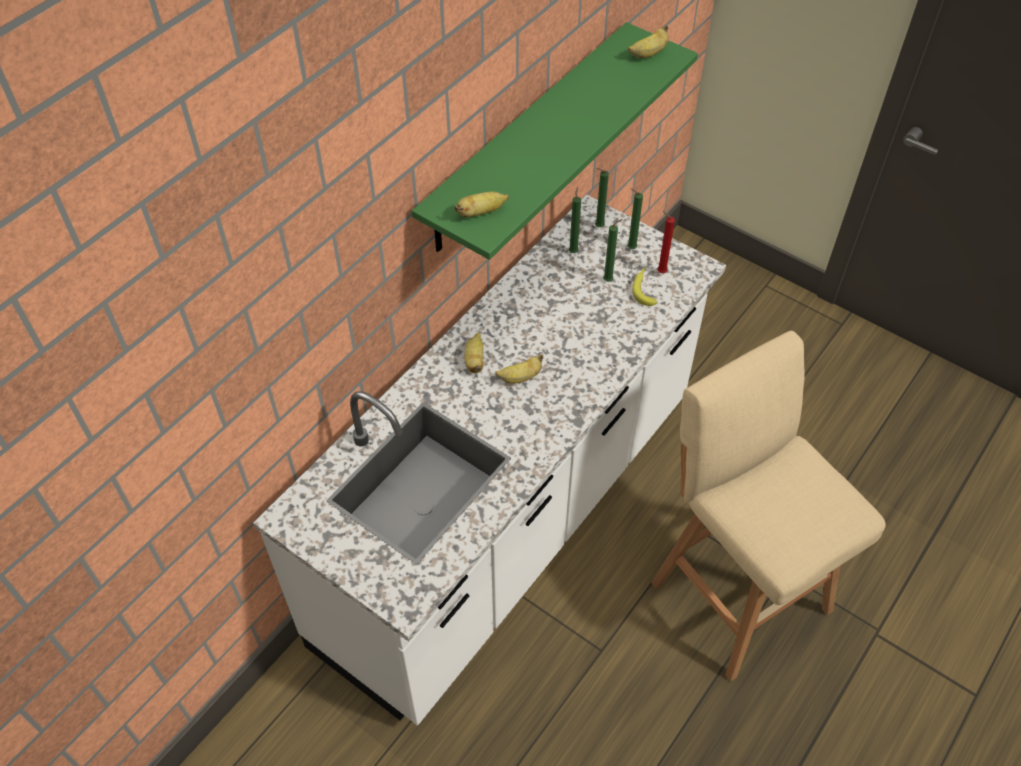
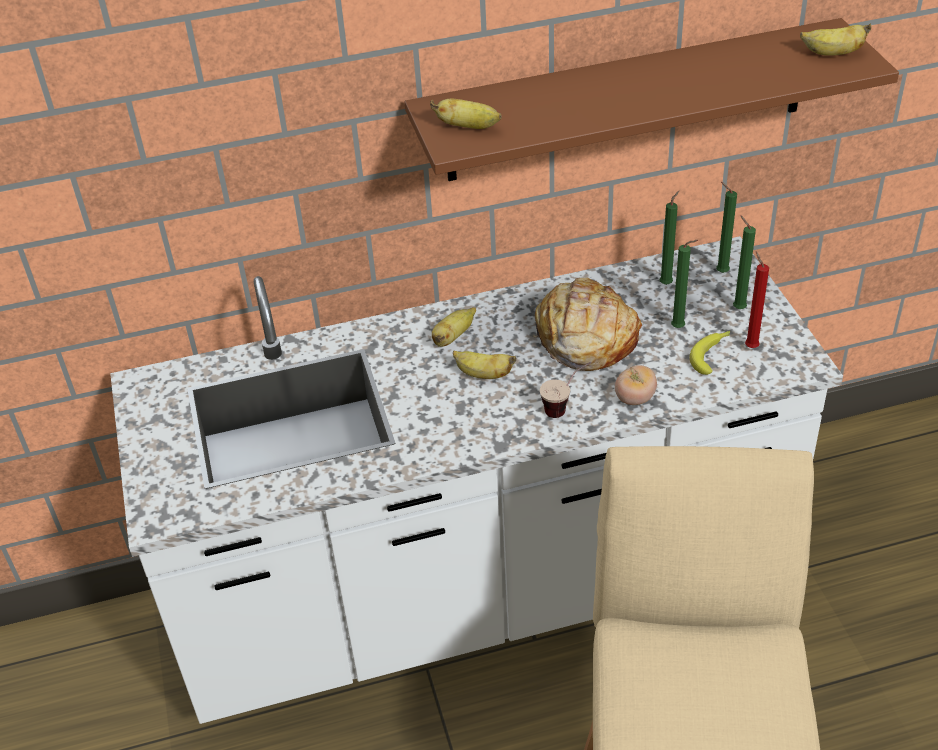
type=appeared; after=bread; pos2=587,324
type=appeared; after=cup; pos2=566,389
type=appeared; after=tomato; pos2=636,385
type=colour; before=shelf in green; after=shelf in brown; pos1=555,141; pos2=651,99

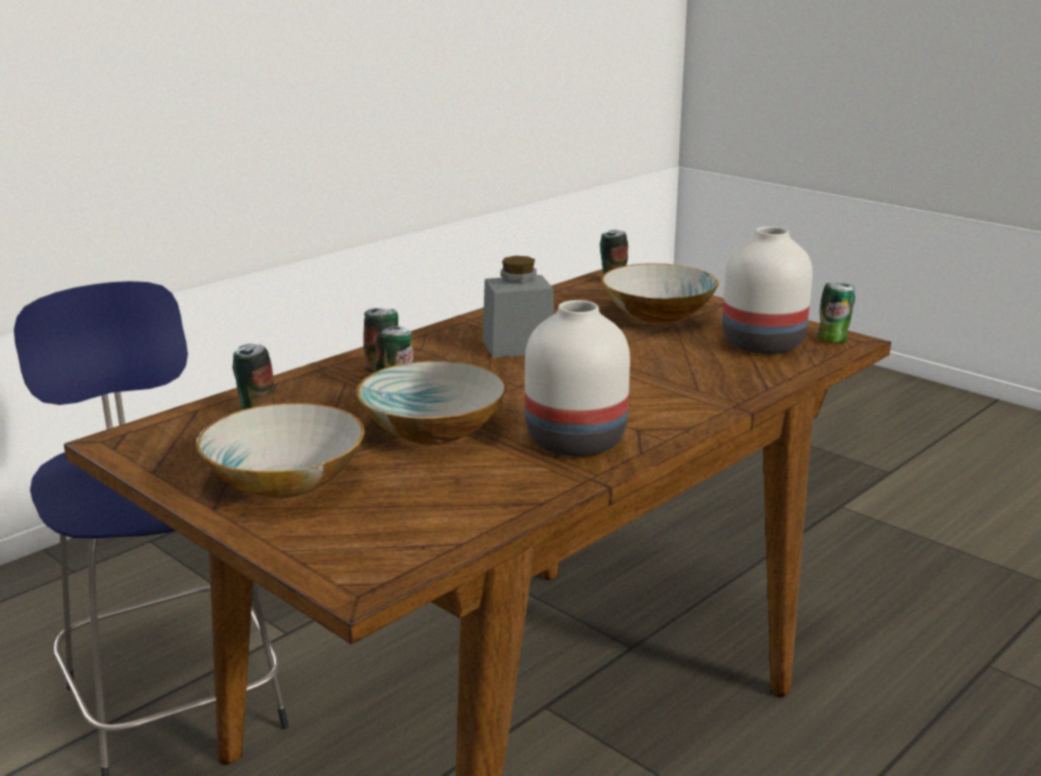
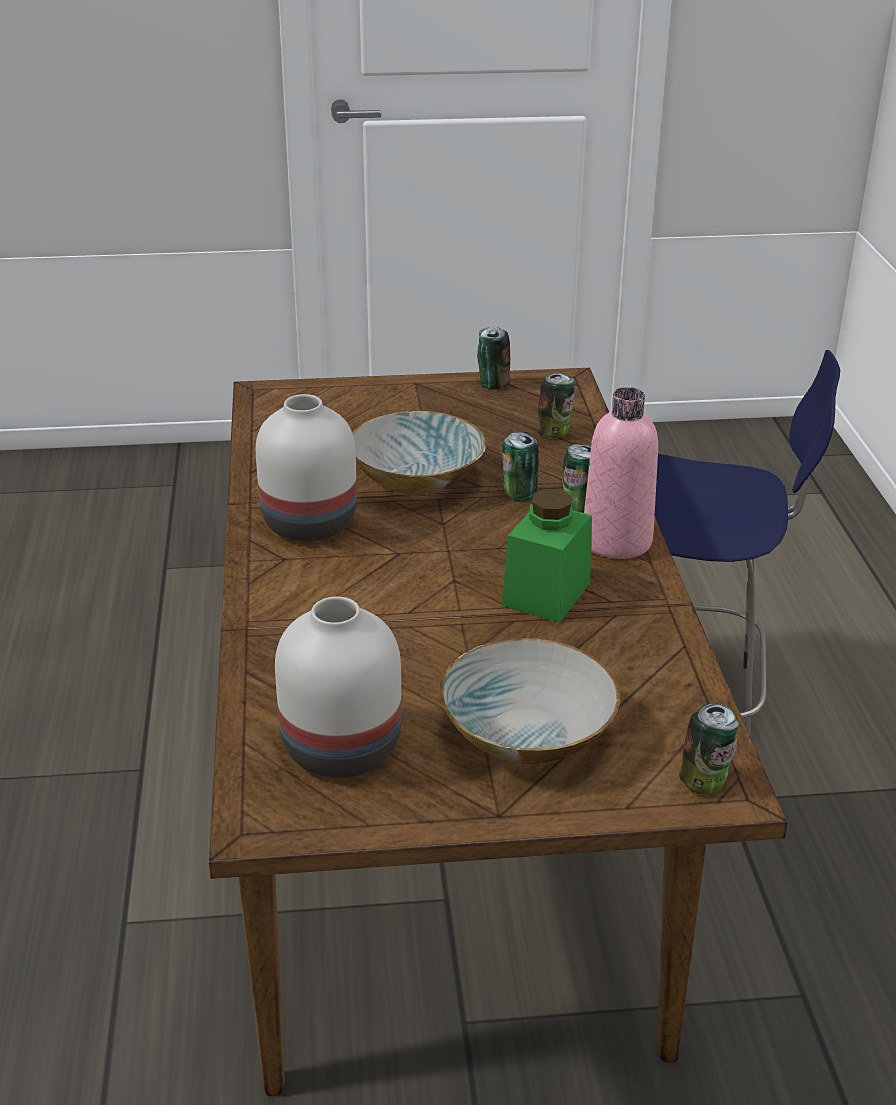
type=missing; before=bowl; pos1=280,450
type=appeared; after=bottle in pink; pos2=621,473
type=relocated; before=can; pos1=836,313; pos2=494,358
type=colour; before=jar in grey; after=jar in green; pos1=518,307; pos2=547,556

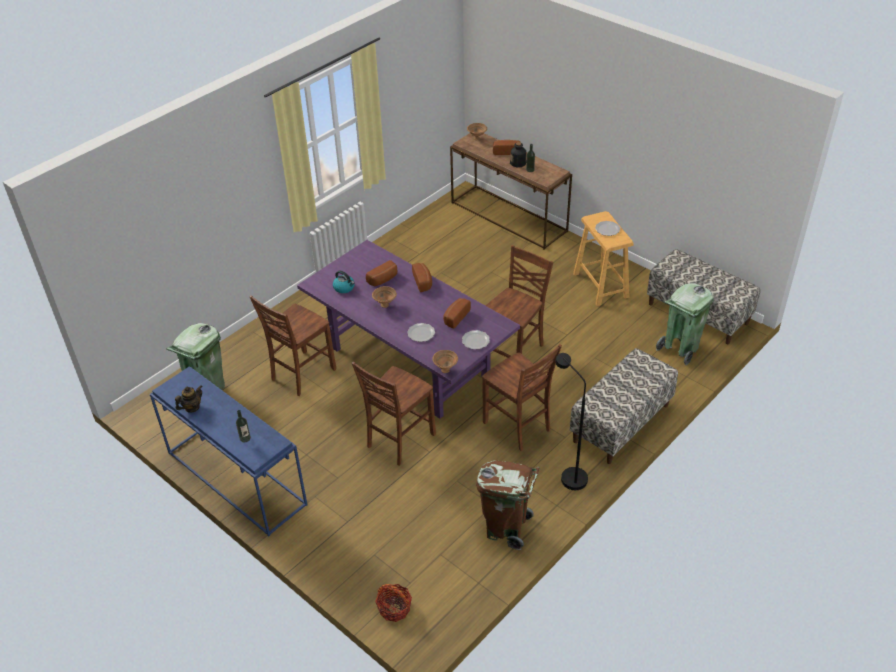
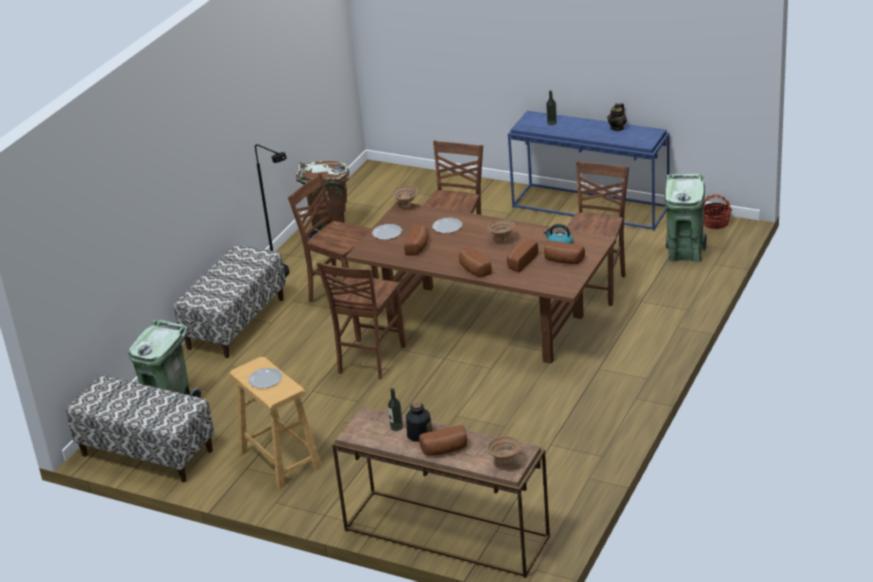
type=appeared; after=bread; pos2=564,252
type=relocated; before=basket; pos1=393,603; pos2=718,211
type=colour; before=dining table in purple; after=dining table in brown; pos1=408,329; pos2=481,282

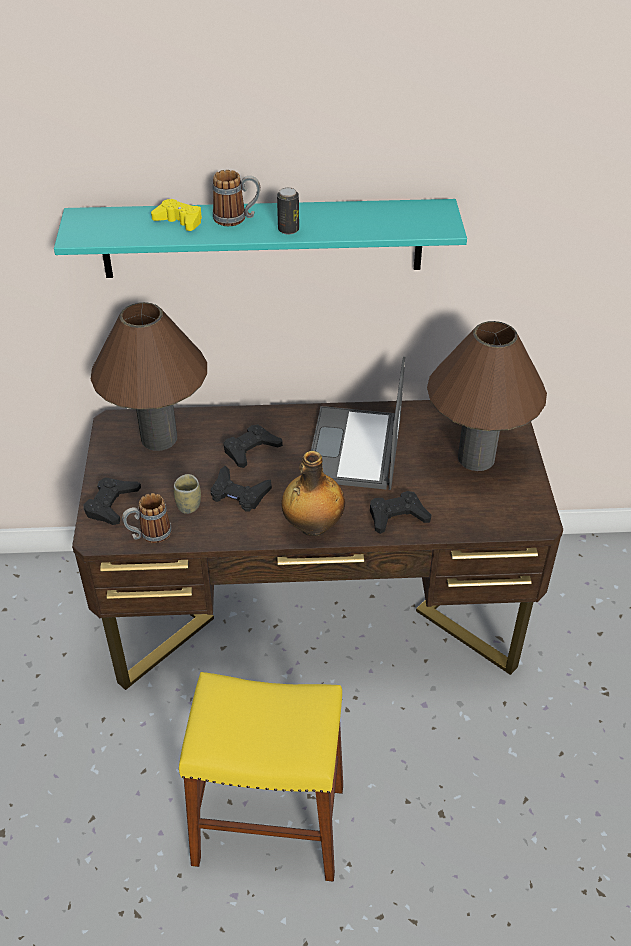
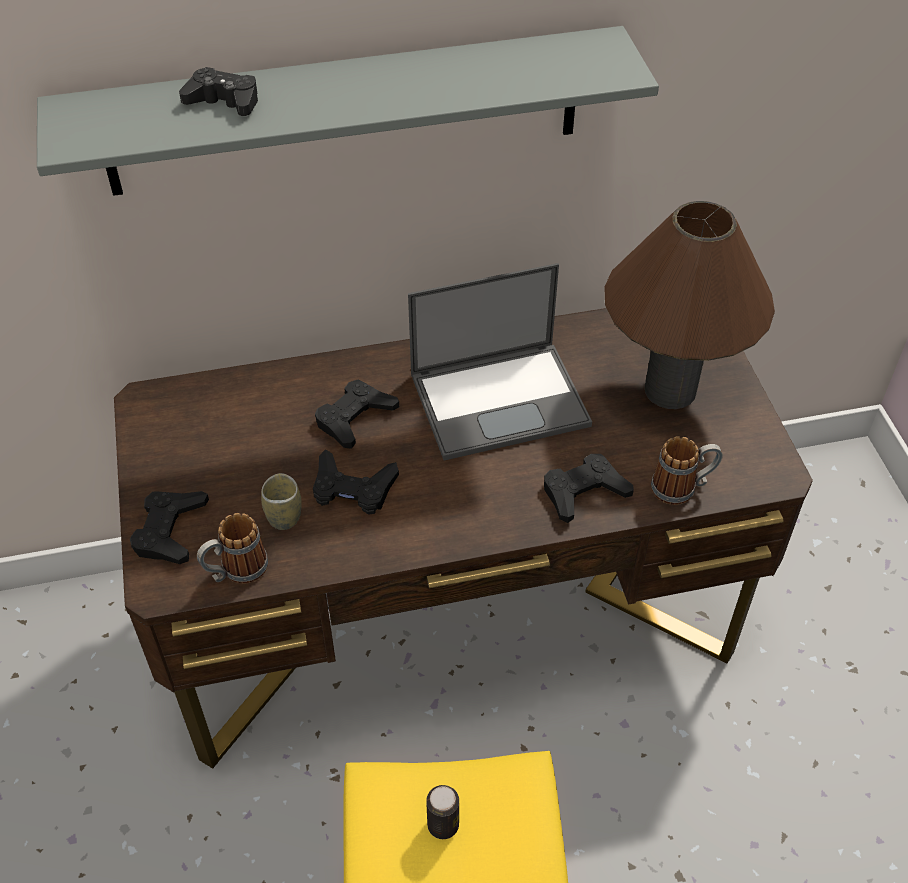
type=missing; before=table lamp in brown; pos1=149,376
type=missing; before=bottle; pos1=313,493
type=relocated; before=mug; pos1=236,198; pos2=687,470
type=relocated; before=can; pos1=288,211; pos2=442,812
type=colour; before=shelf in turquoise; after=shelf in grey; pos1=260,238; pos2=348,111
type=colour; before=game controller in yellow; after=game controller in black; pos1=176,215; pos2=218,91
type=spun; before=laptop; pos1=358,423; pos2=500,362; turn=-105

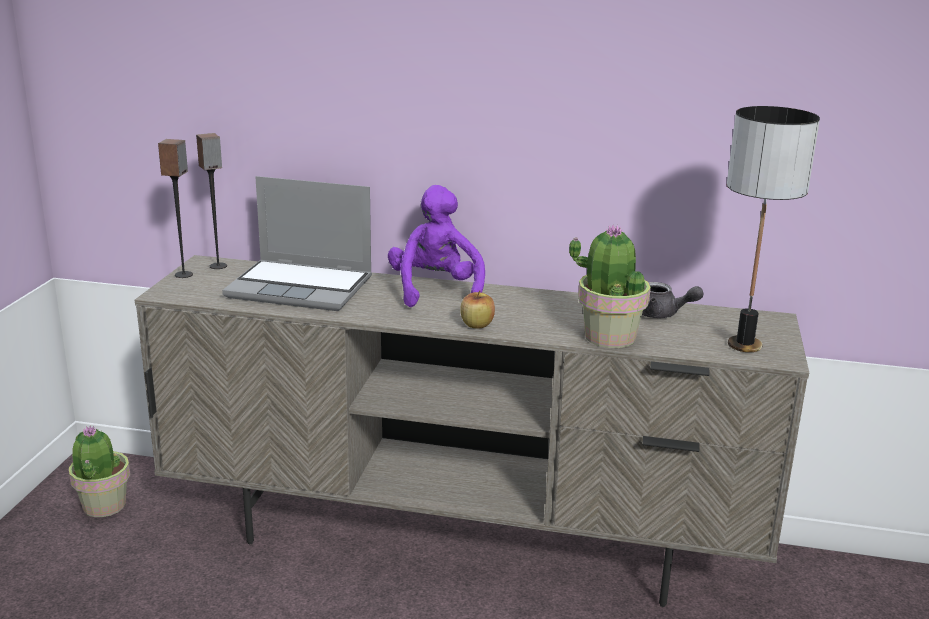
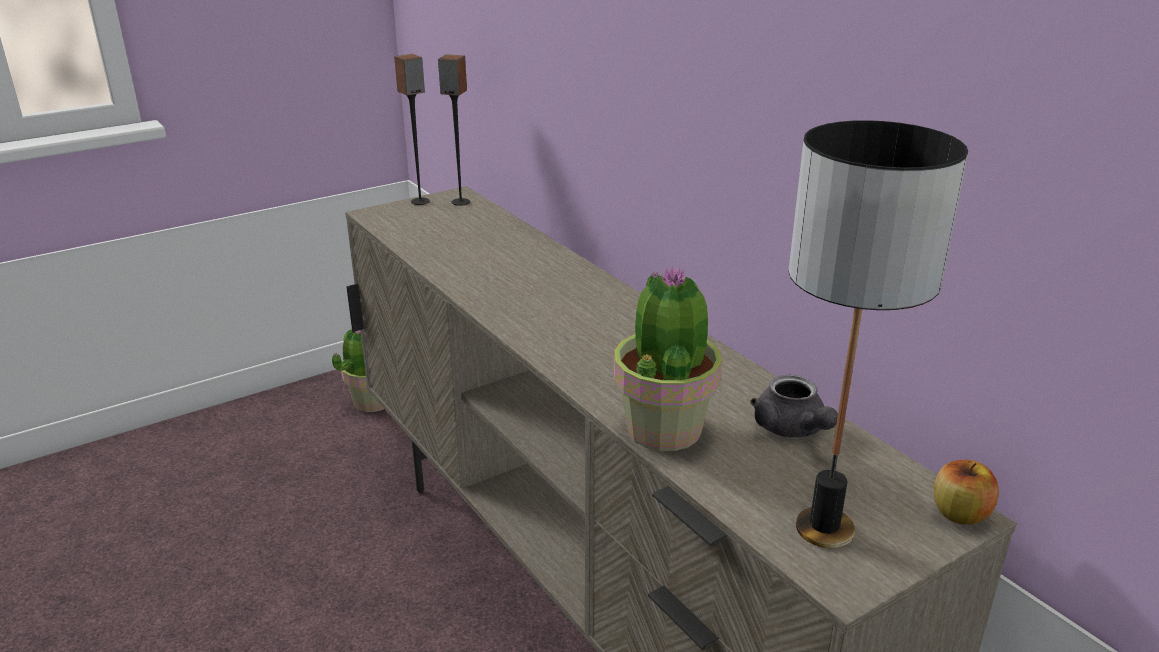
type=missing; before=laptop; pos1=297,243
type=missing; before=plush toy in purple; pos1=436,246
type=relocated; before=apple; pos1=477,310; pos2=966,492

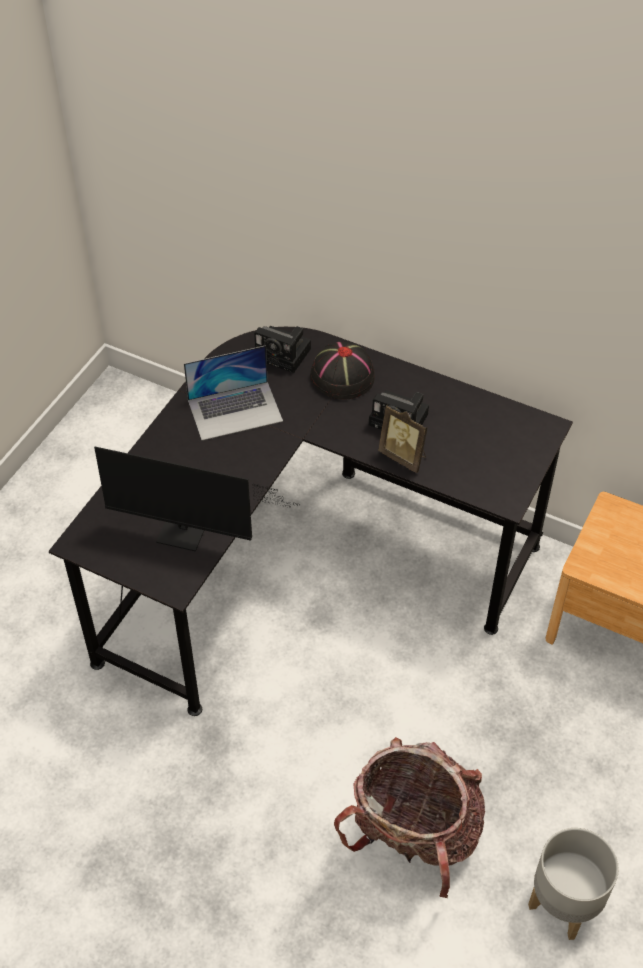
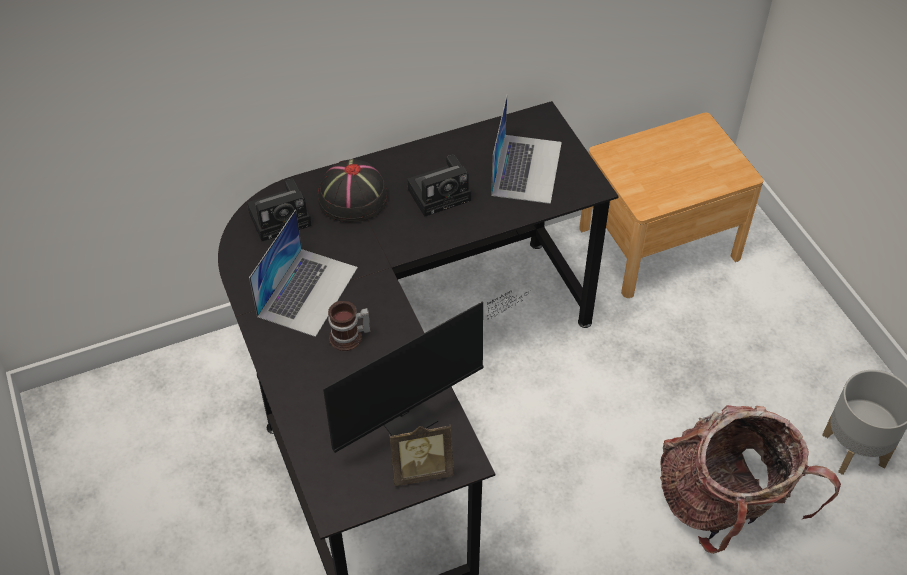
type=appeared; after=mug; pos2=349,326
type=appeared; after=laptop; pos2=526,149
type=relocated; before=picture frame; pos1=402,439; pos2=421,455

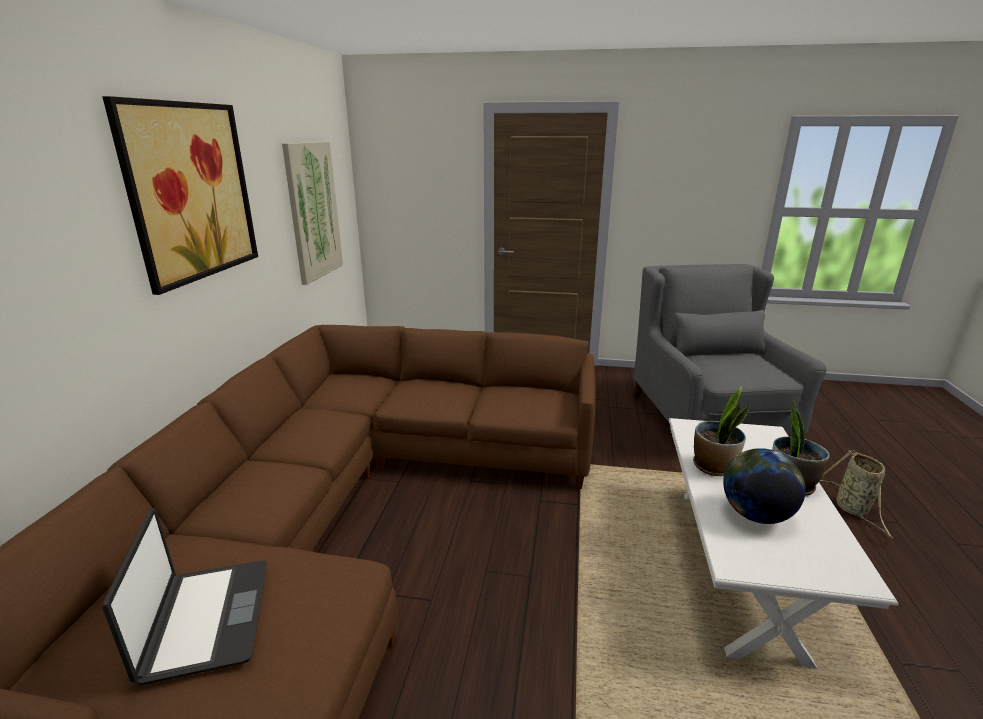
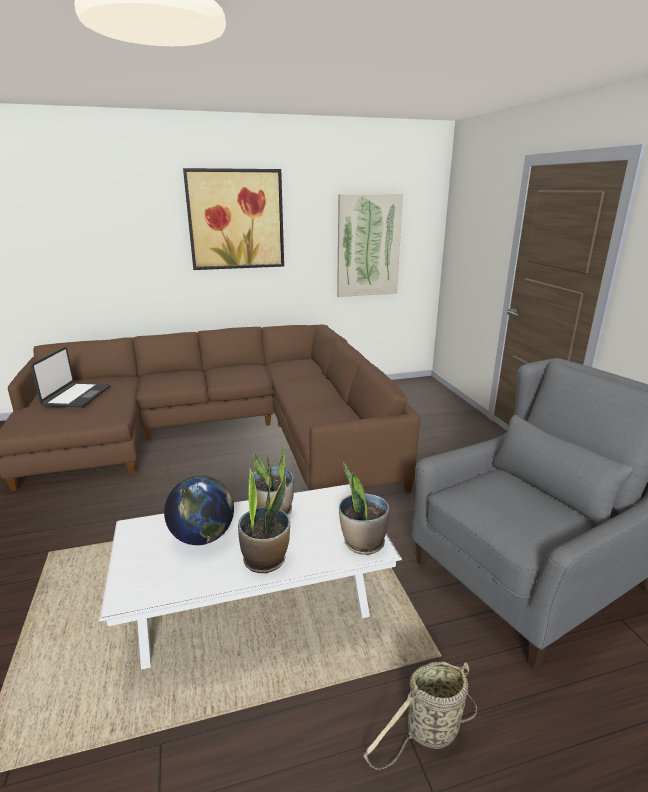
type=appeared; after=potted plant; pos2=364,509
type=spun; before=laptop; pos1=185,596; pos2=70,377; turn=-45

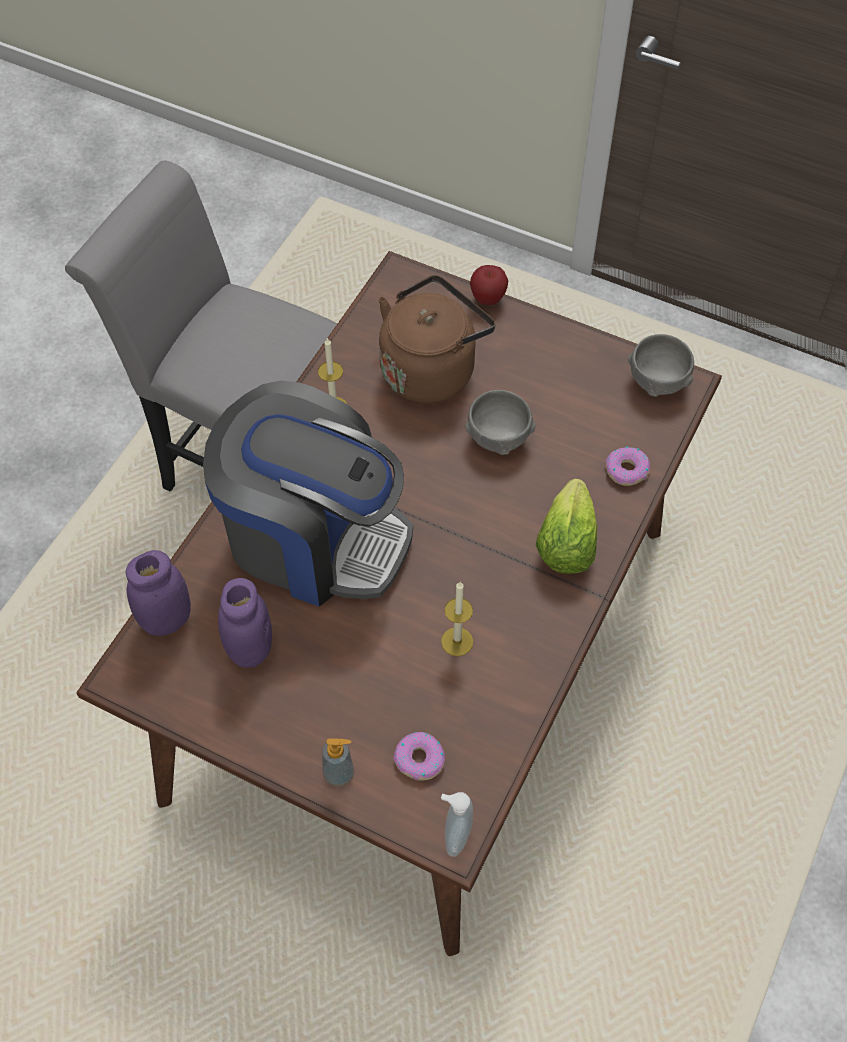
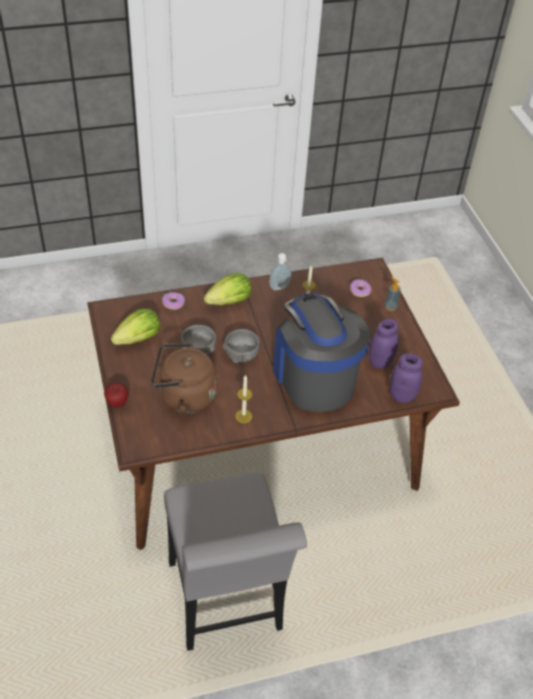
type=appeared; after=lettuce; pos2=135,327
type=relocated; before=soap dispenser; pos1=457,824; pos2=280,271
type=relocated; before=bowl in grey; pos1=661,365; pos2=241,346

